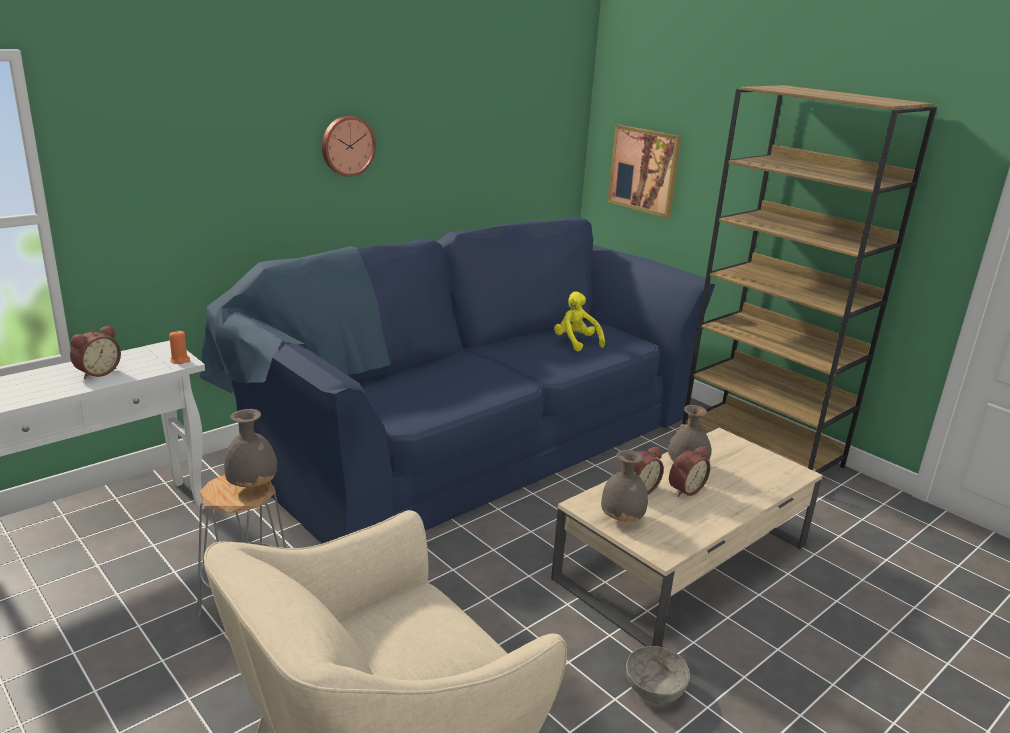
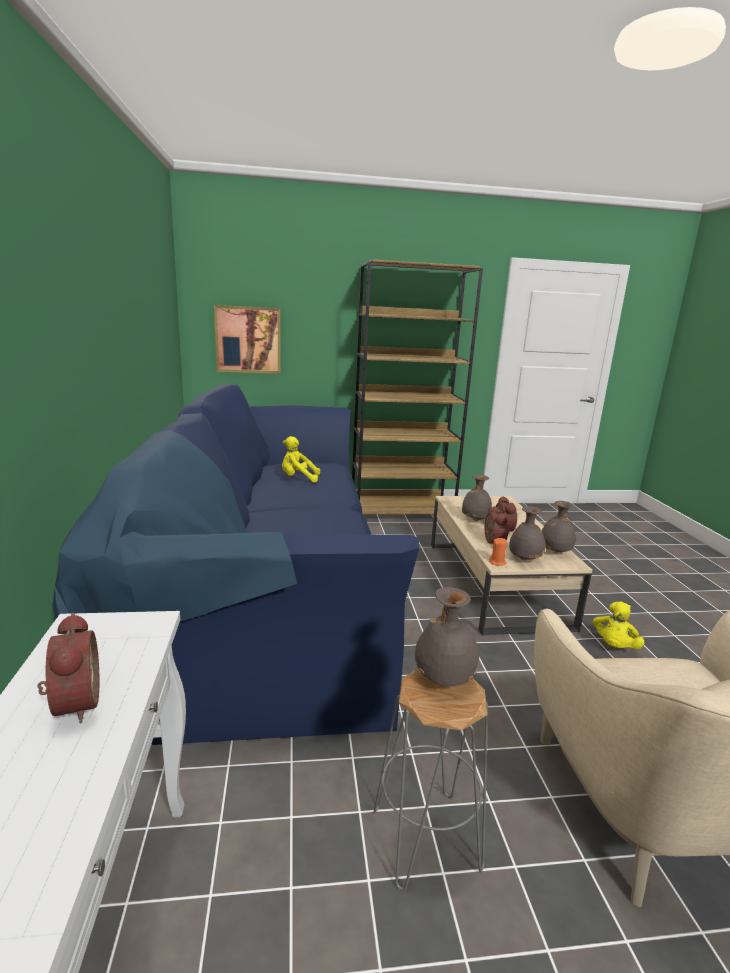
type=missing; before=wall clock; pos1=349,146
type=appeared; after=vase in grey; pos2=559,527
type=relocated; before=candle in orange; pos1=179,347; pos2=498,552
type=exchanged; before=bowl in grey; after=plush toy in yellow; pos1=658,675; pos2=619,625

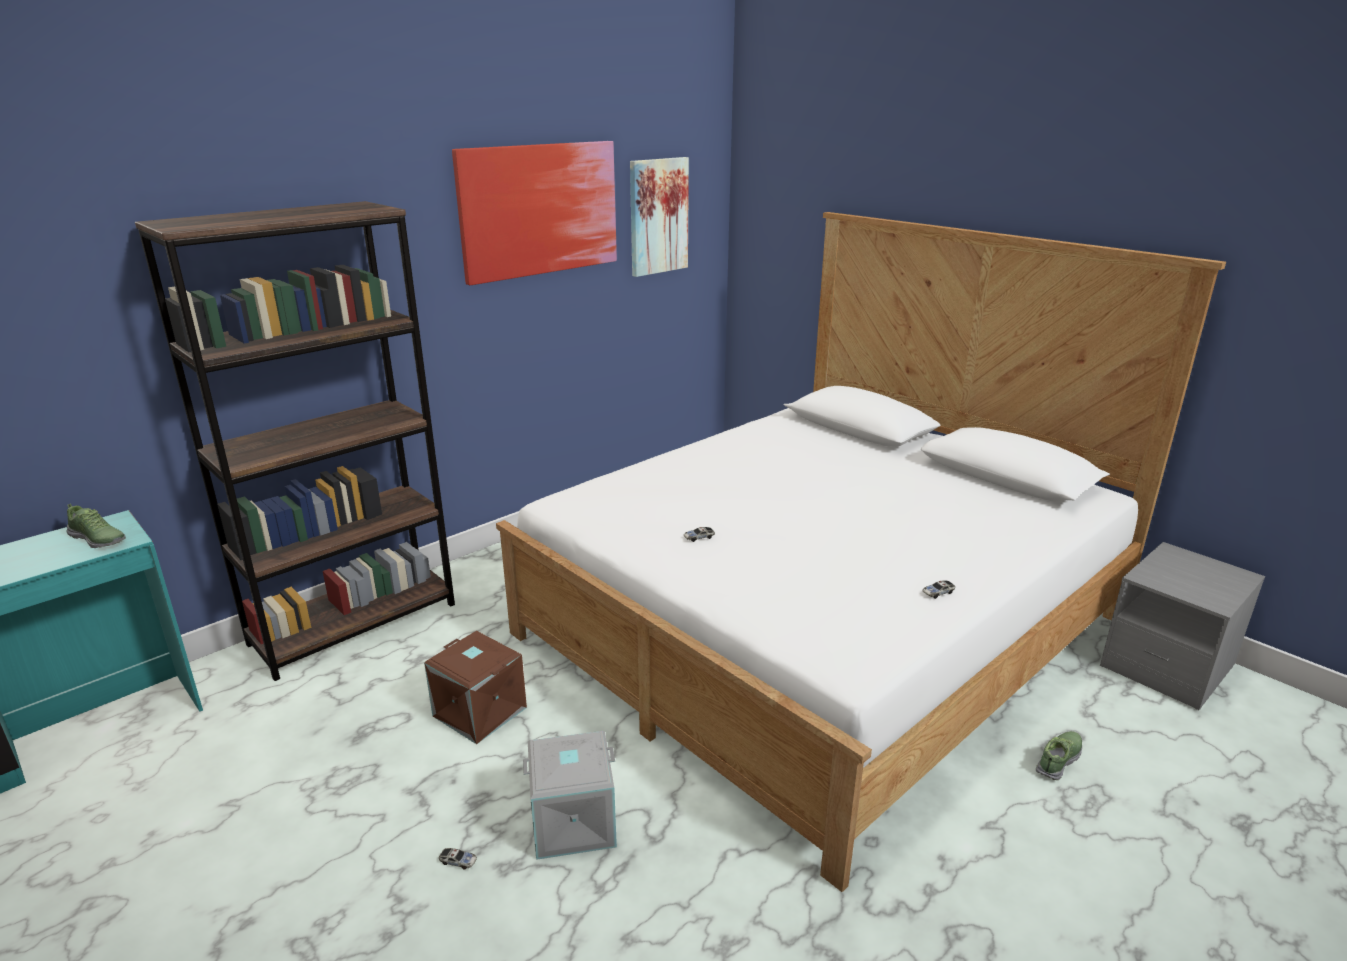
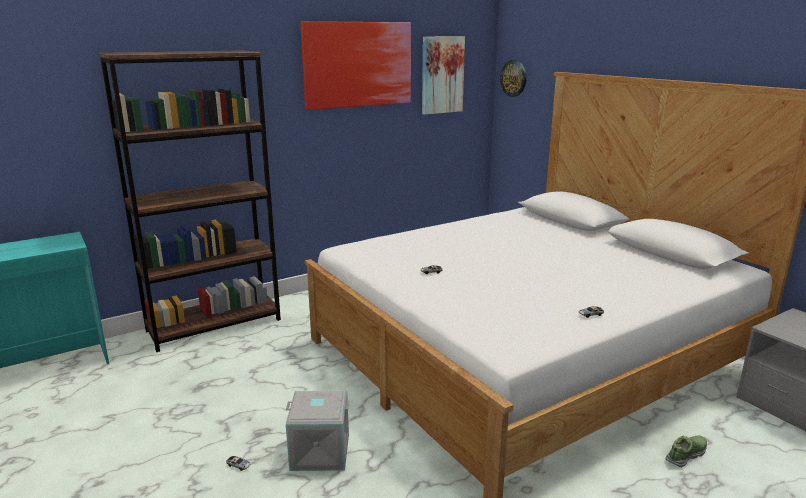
type=missing; before=shoe; pos1=96,525
type=missing; before=storage box in brown; pos1=475,687
type=appeared; after=wall clock; pos2=513,78

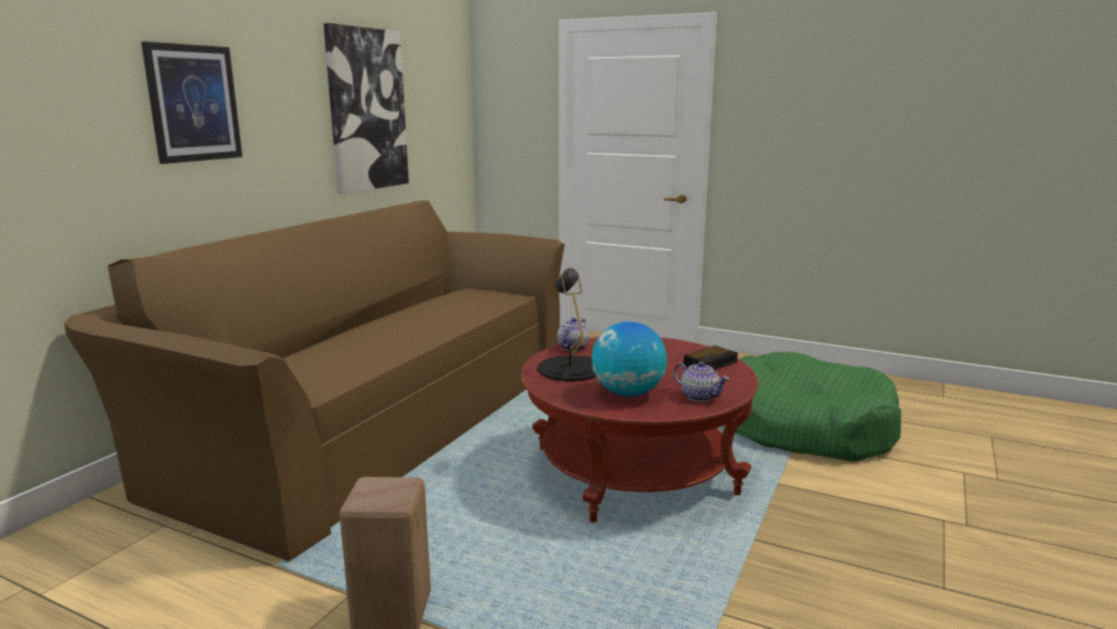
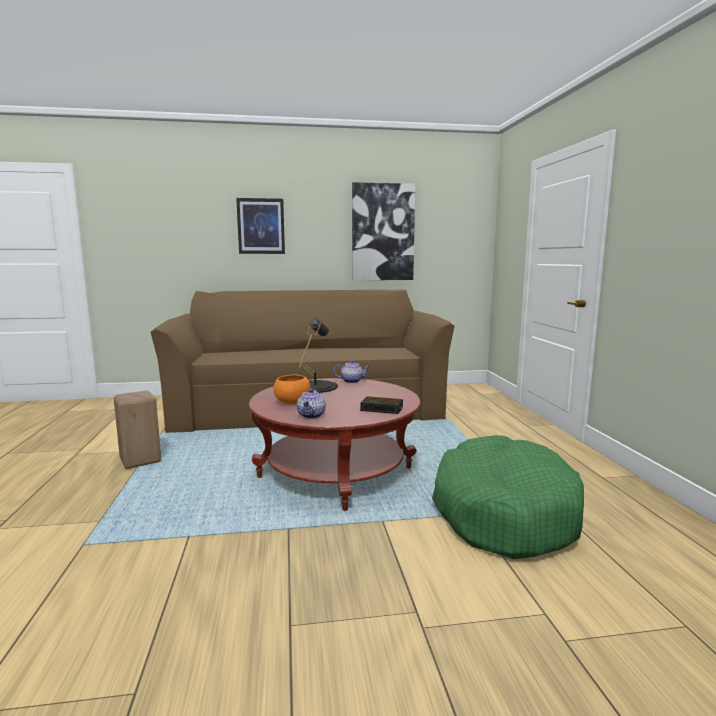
type=exchanged; before=globe; after=bowl in orange; pos1=629,359; pos2=292,389

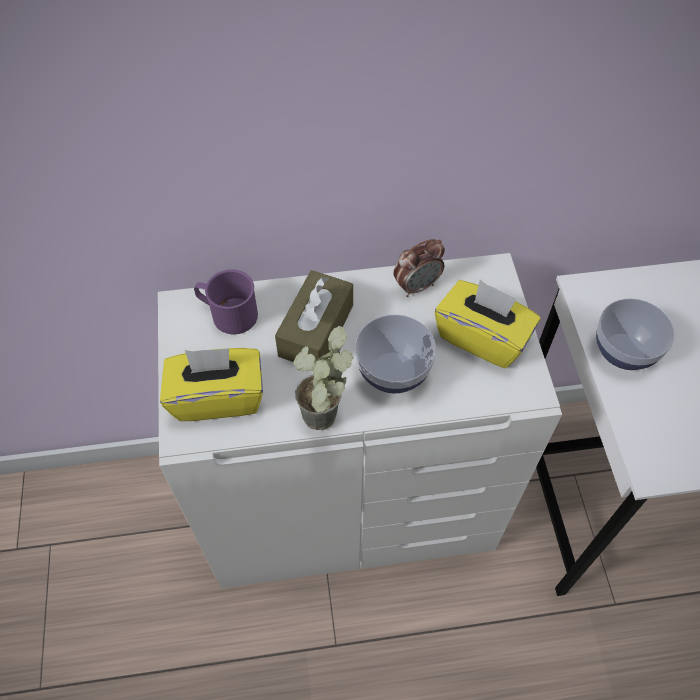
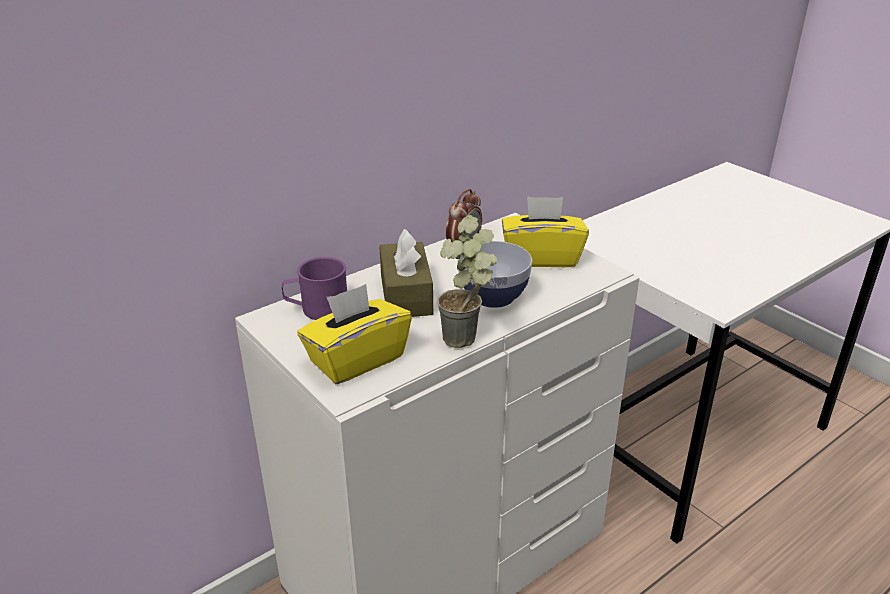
type=missing; before=bowl; pos1=635,334

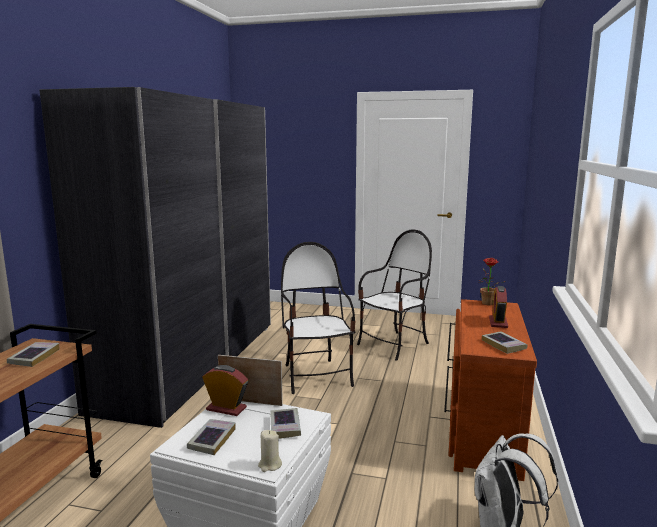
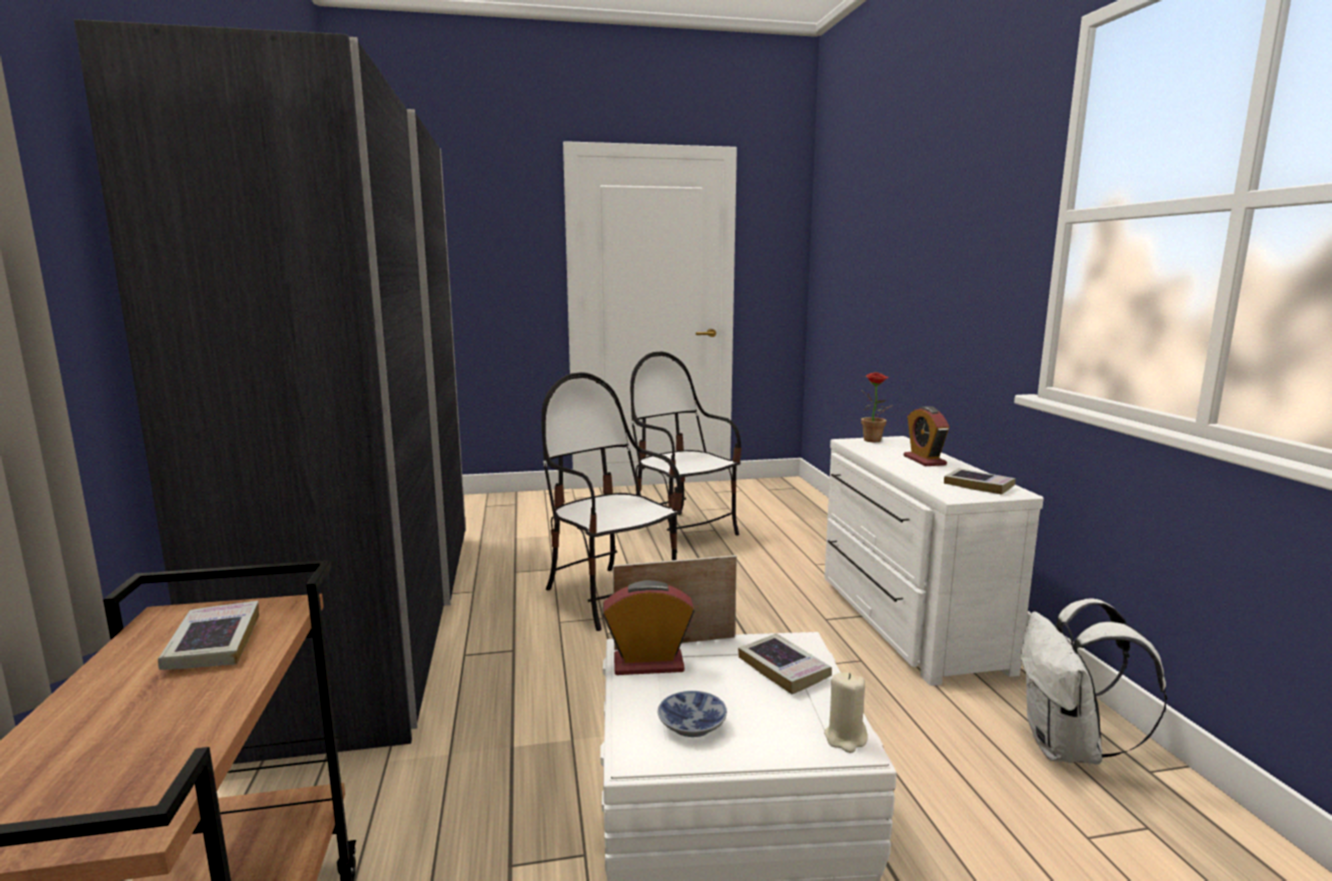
type=exchanged; before=book; after=bowl; pos1=211,437; pos2=692,714
type=colour; before=dresser in brown; after=dresser in white; pos1=490,390; pos2=934,561
type=spun; before=chair; pos1=394,295; pos2=686,446; turn=-60

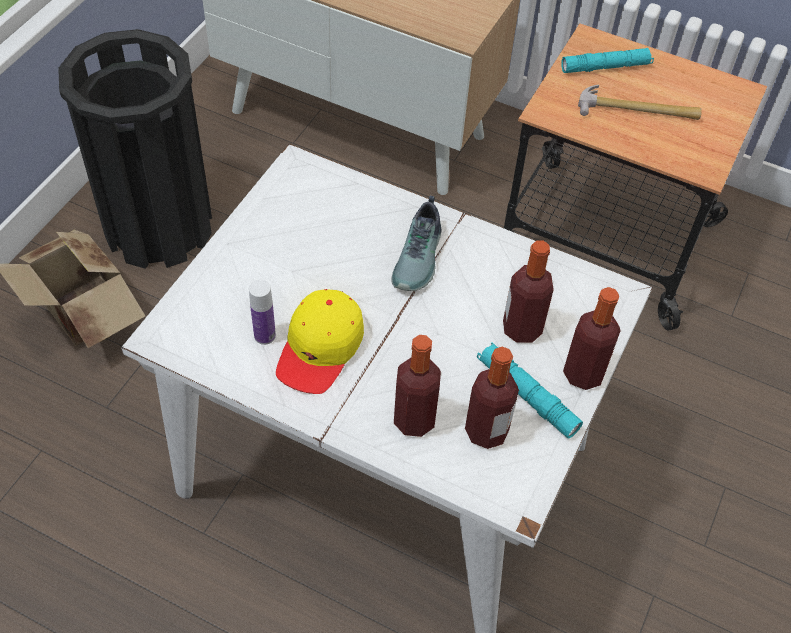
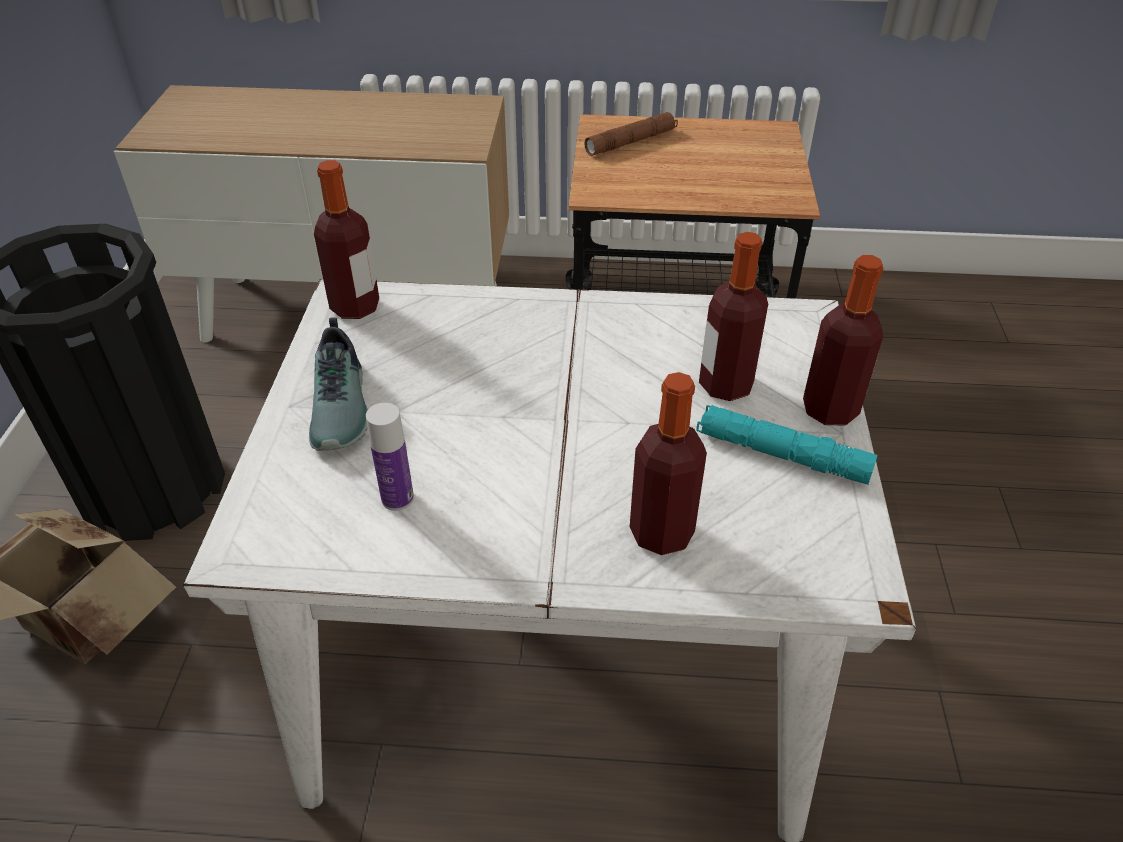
type=missing; before=cap in yellow; pos1=320,341
type=missing; before=hammer; pos1=640,102
type=relocated; before=shoe; pos1=417,243; pos2=338,384
type=relocated; before=bottle; pos1=492,398; pos2=346,239
type=colour; before=flashlight in turquoise; after=flashlight in brown; pos1=607,60; pos2=631,134

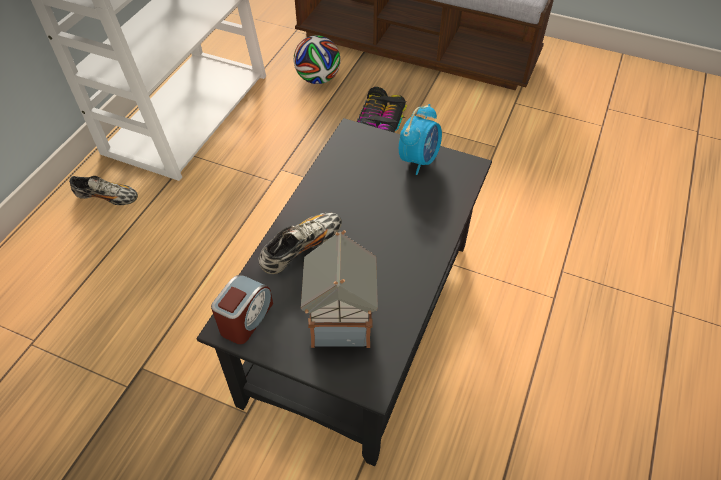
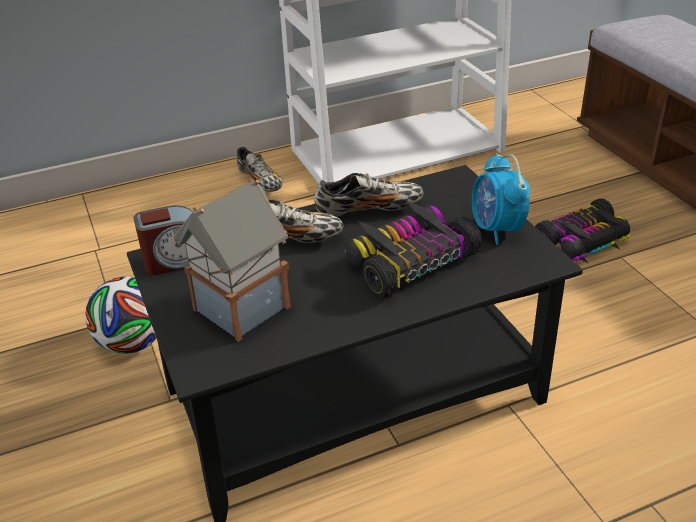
type=appeared; after=shoe; pos2=369,195
type=appeared; after=toy car; pos2=413,249
type=relocated; before=football; pos1=317,59; pos2=120,315
type=spun; before=alarm clock; pos1=420,139; pos2=501,199; turn=90

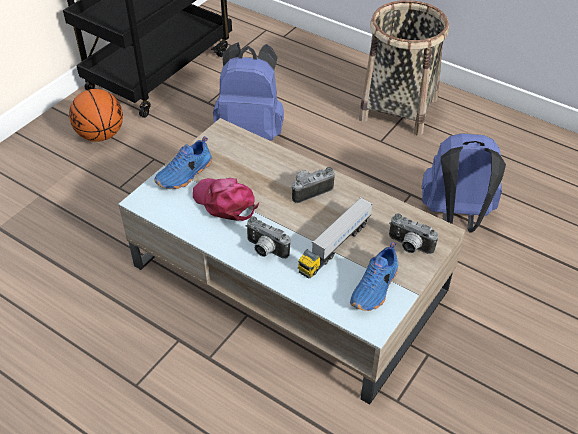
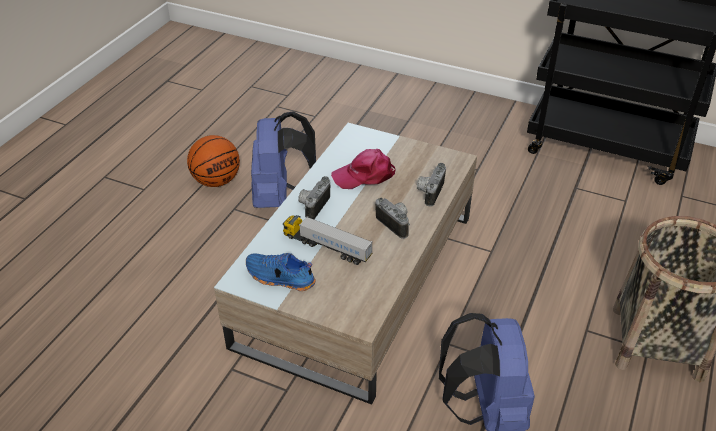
type=missing; before=shoe in blue; pos1=183,162
type=relocated; before=basketball; pos1=96,115; pos2=213,161
type=relocated; before=backpack in blue; pos1=248,91; pos2=283,159
type=relocated; before=photo camera; pos1=413,233; pos2=431,184
type=spun; before=cap in pink; pos1=226,199; pos2=363,169; turn=-135

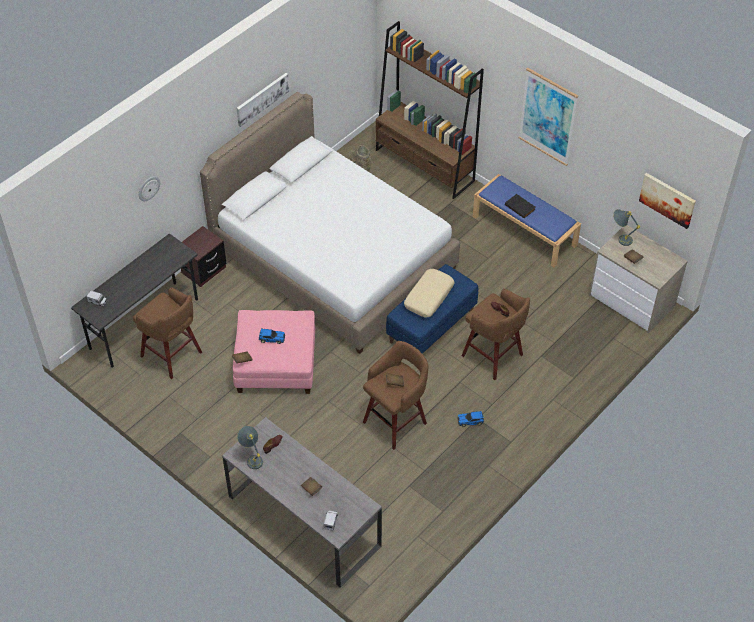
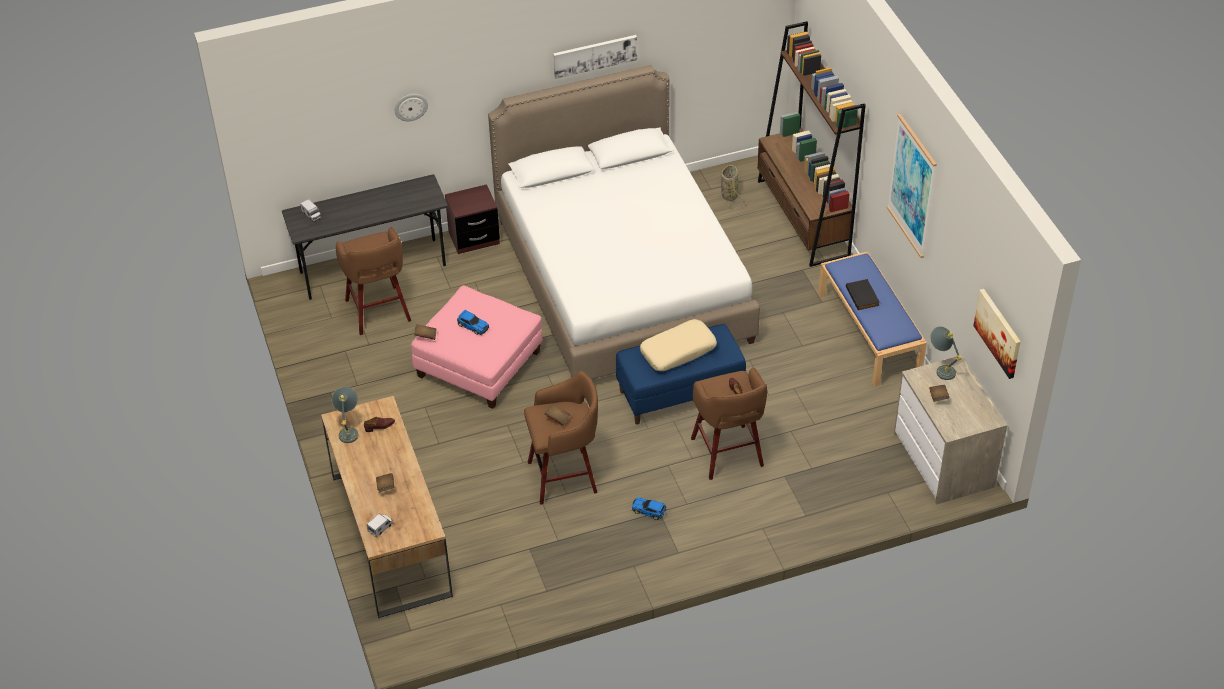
type=colour; before=desk in grey; after=desk in brown; pos1=302,502; pos2=387,507

